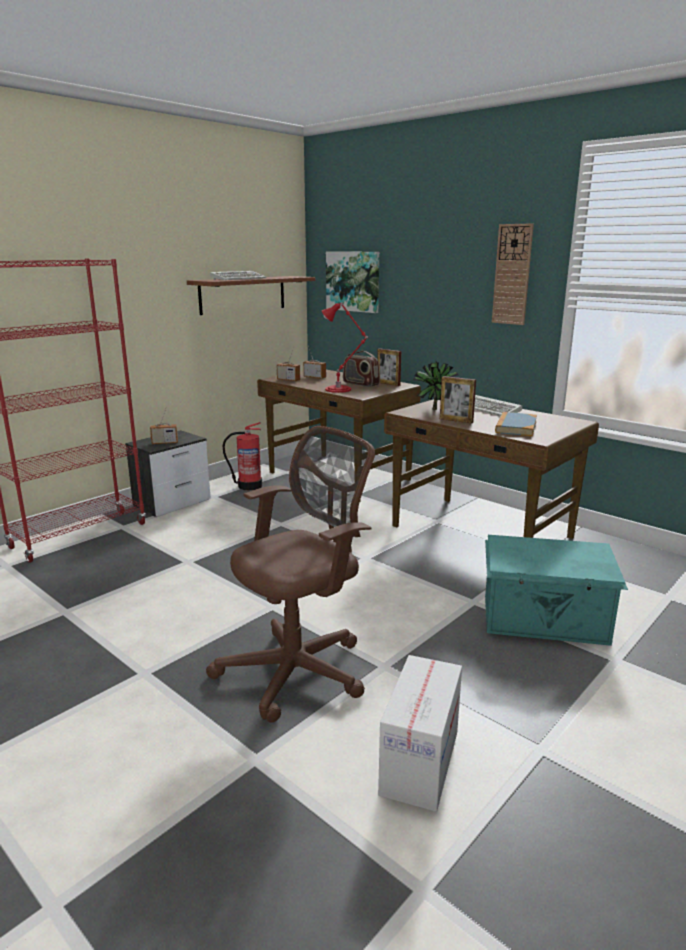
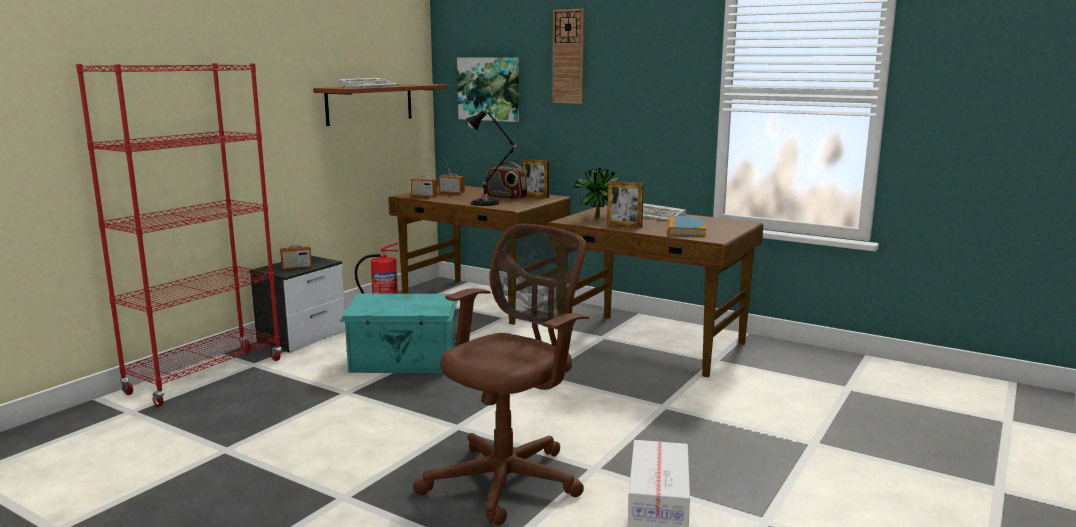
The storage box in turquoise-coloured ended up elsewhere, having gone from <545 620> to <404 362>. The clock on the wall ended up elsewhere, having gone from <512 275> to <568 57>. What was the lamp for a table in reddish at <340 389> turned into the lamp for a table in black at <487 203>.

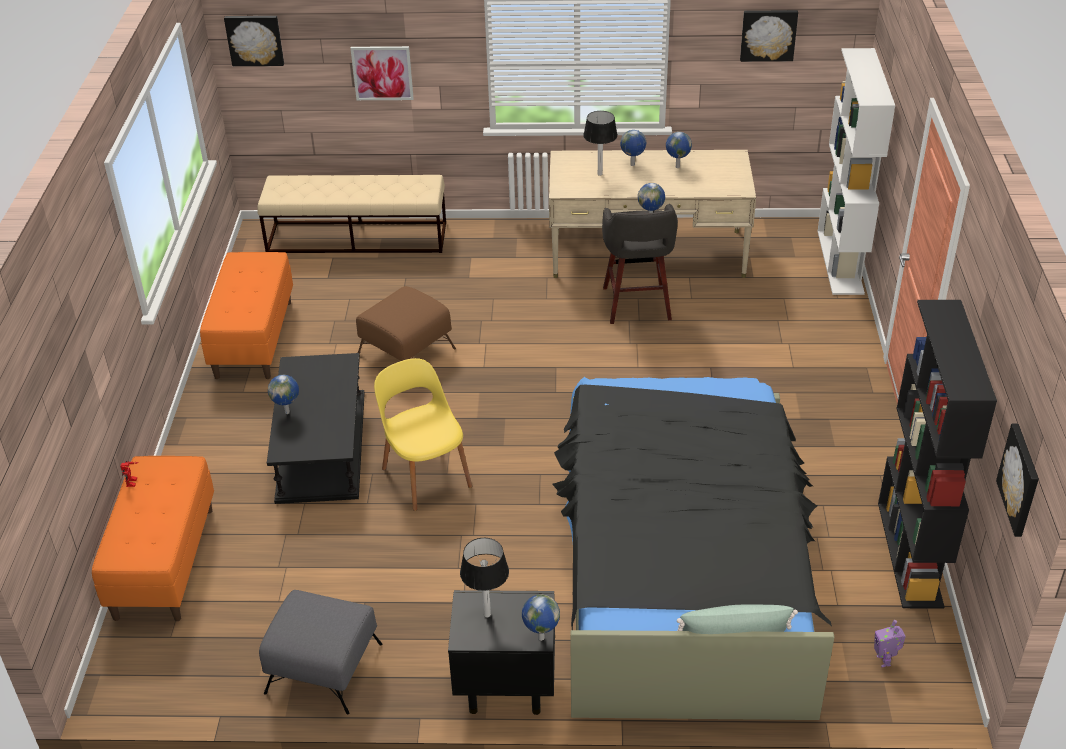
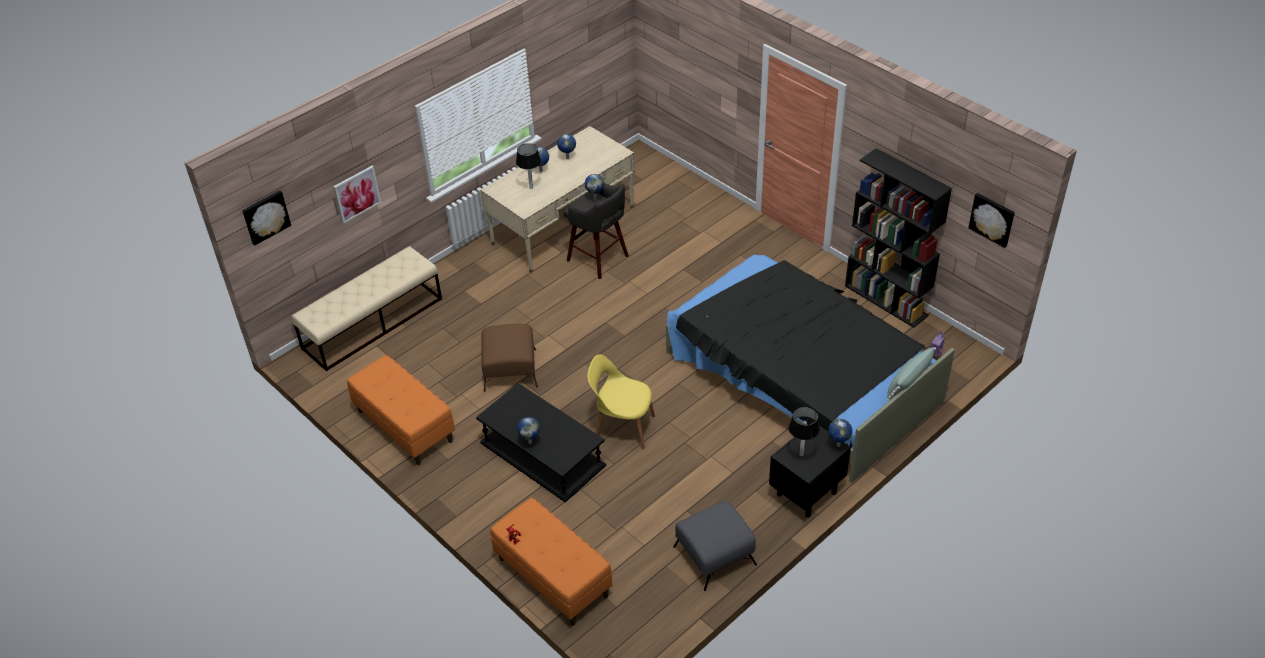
The second view lost the picture at <768 34>. The second view lost the bookcase in whitish at <841 262>.

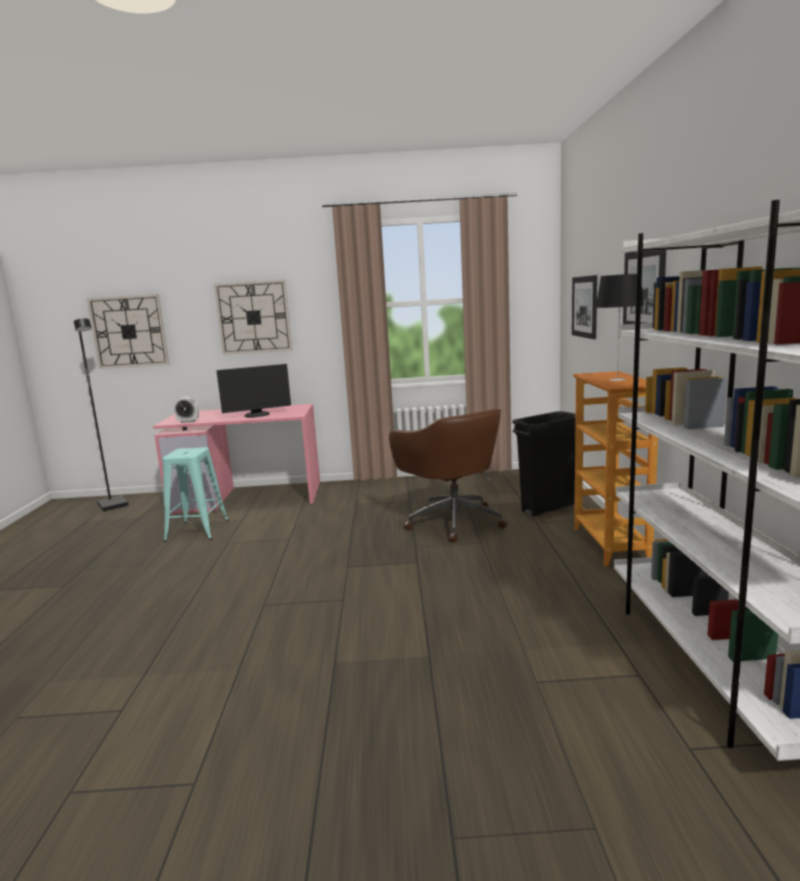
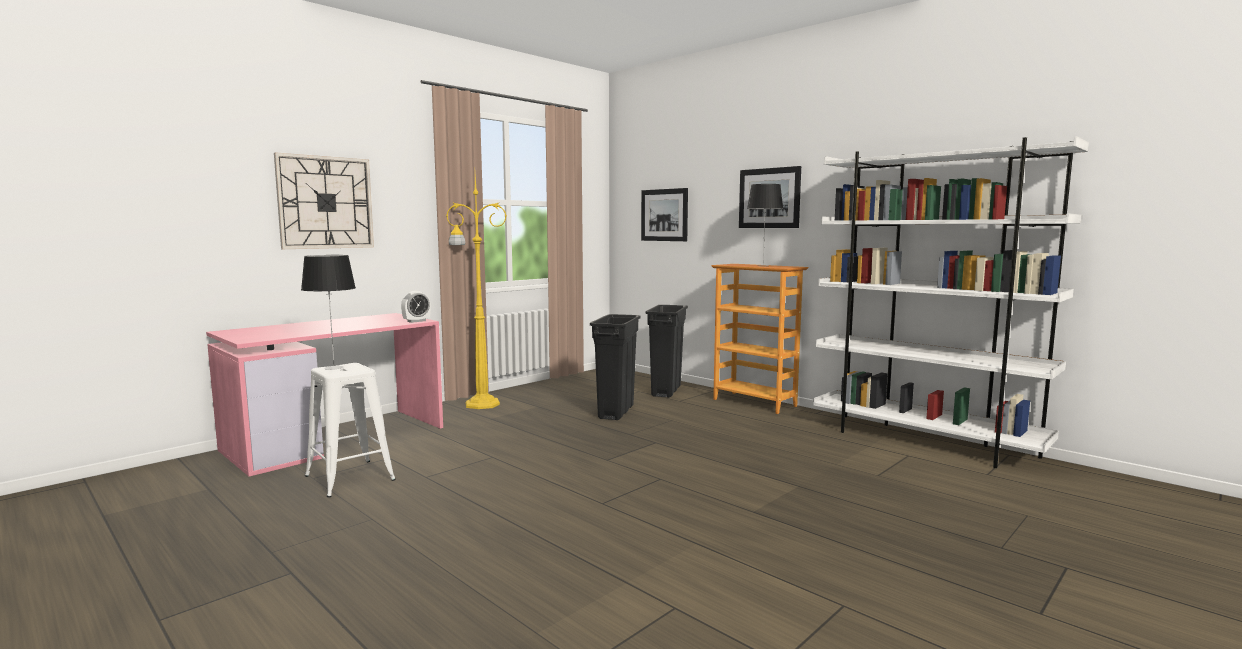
The second view lost the standard lamp in black at <113 505>. The second view lost the clock on the wall at <129 331>. The second view lost the computer screen at <257 415>. The second view gained the lamp for a table at <334 368>. The second view gained the standard lamp in yellow-coloured at <480 404>. The bedside clock ended up elsewhere, having gone from <188 421> to <416 321>. Where the desk chair in brownish stood at <453 521>, the rubbish bin in black came to stand at <616 412>. What was the stool in turquoise-coloured at <197 530> turned into the stool in whitish at <349 478>.

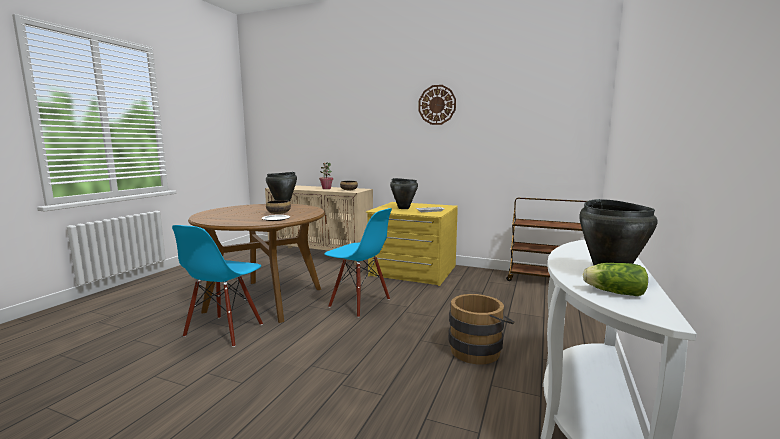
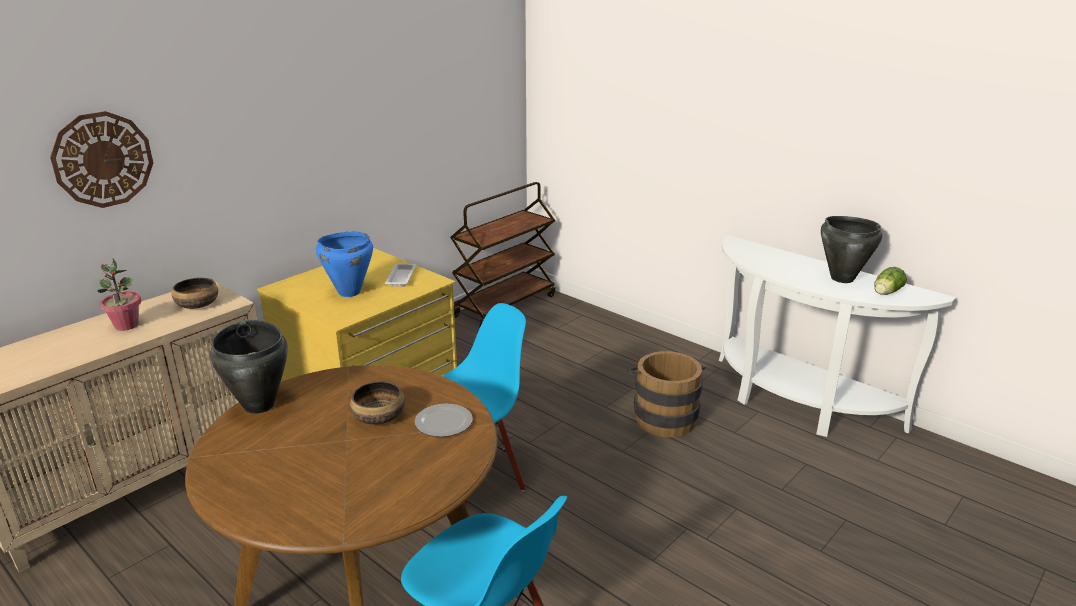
The clock on the wall ended up elsewhere, having gone from <437 105> to <103 159>. What was the cooking pot in black at <403 208> turned into the cooking pot in blue at <348 292>.

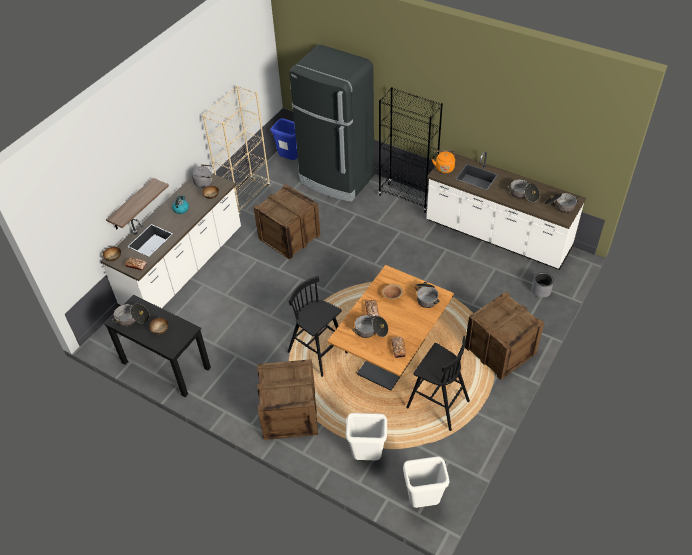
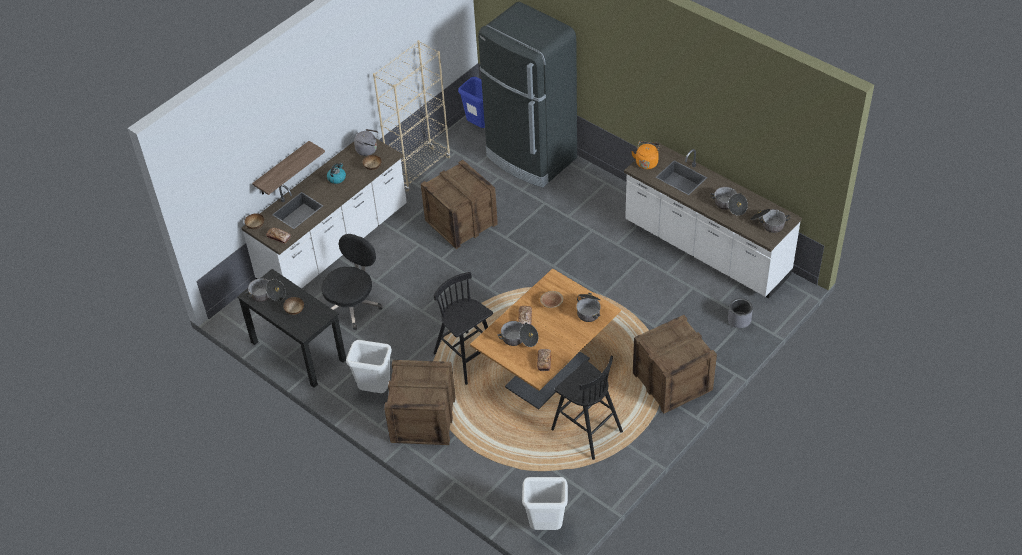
The second view lost the bookcase in black at <407 198>. The second view gained the desk chair in black at <353 305>. The rubbish bin in whitish ended up elsewhere, having gone from <366 456> to <374 390>.

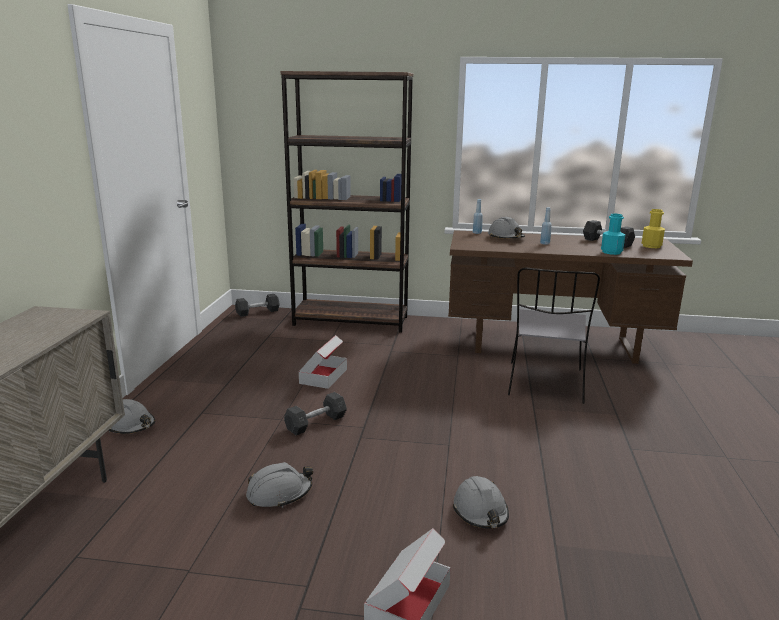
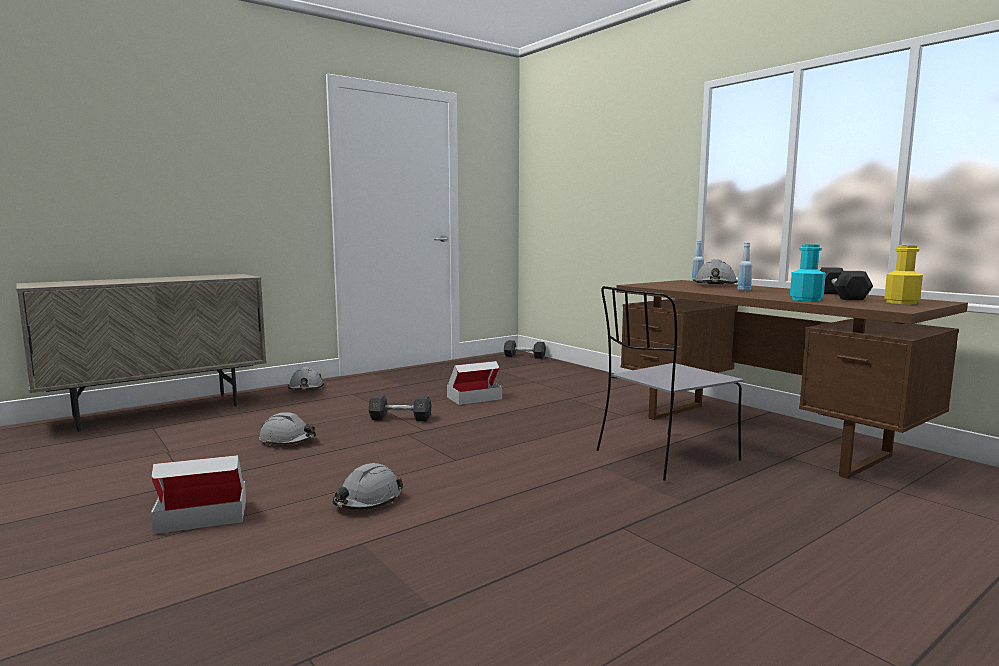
The second view lost the bookcase in brownish at <351 321>.

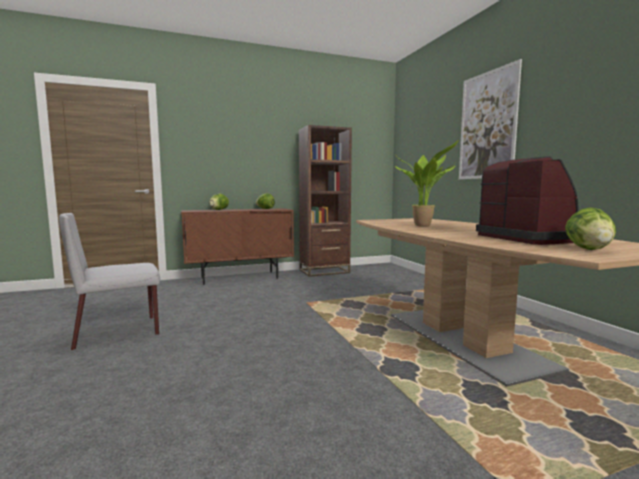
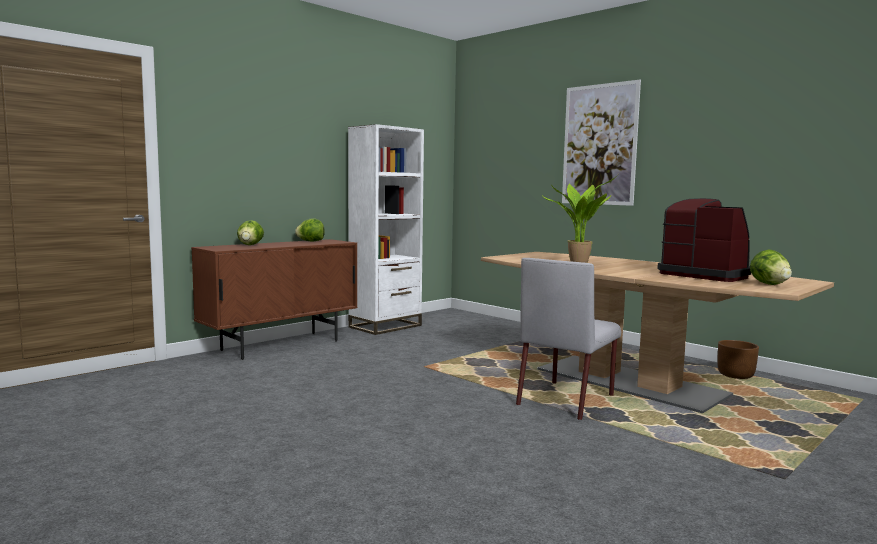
The second view gained the flower pot in brownish at <736 375>. The upright chair in gray ended up elsewhere, having gone from <118 332> to <566 399>. What was the bookcase in brownish at <324 271> turned into the bookcase in whitish at <385 326>.

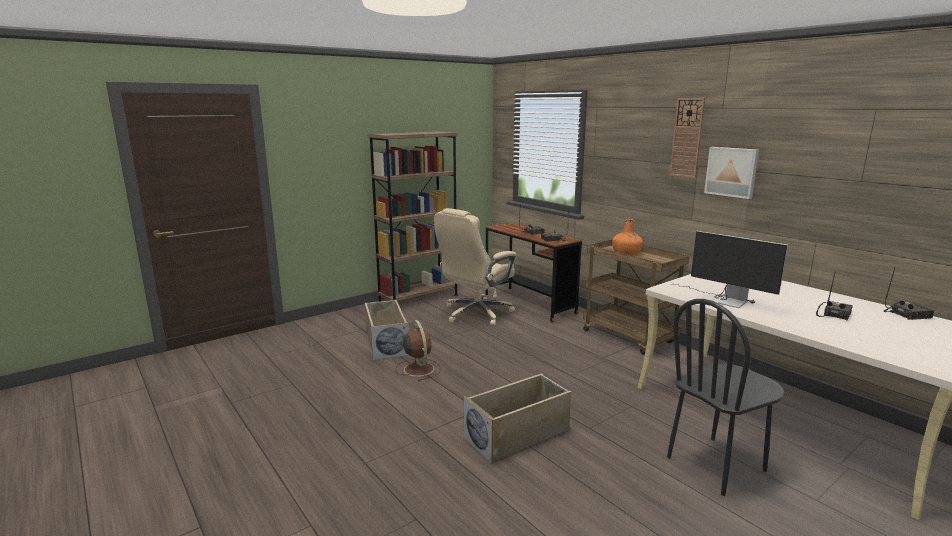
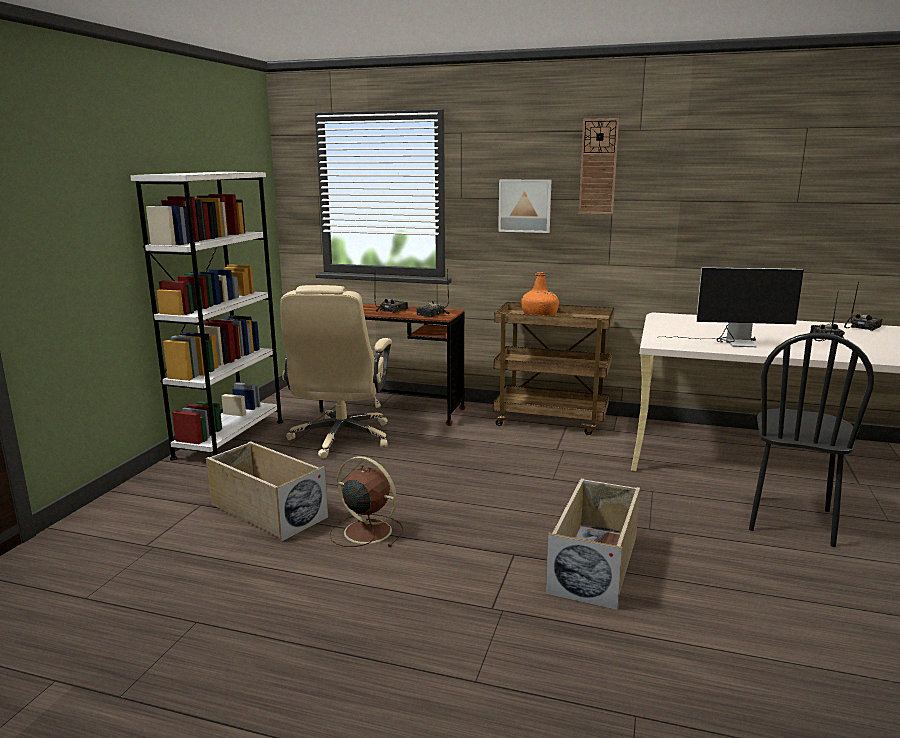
The picture ended up elsewhere, having gone from <732 172> to <525 205>. What was the bookcase in brownish at <418 299> turned into the bookcase in whitish at <230 439>.

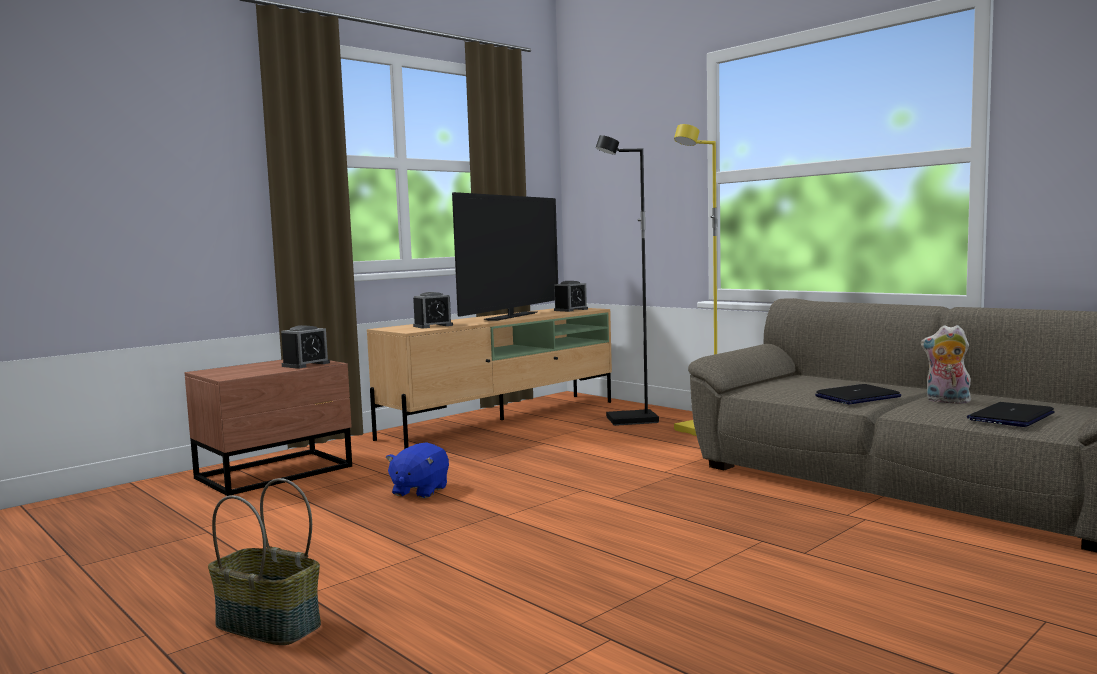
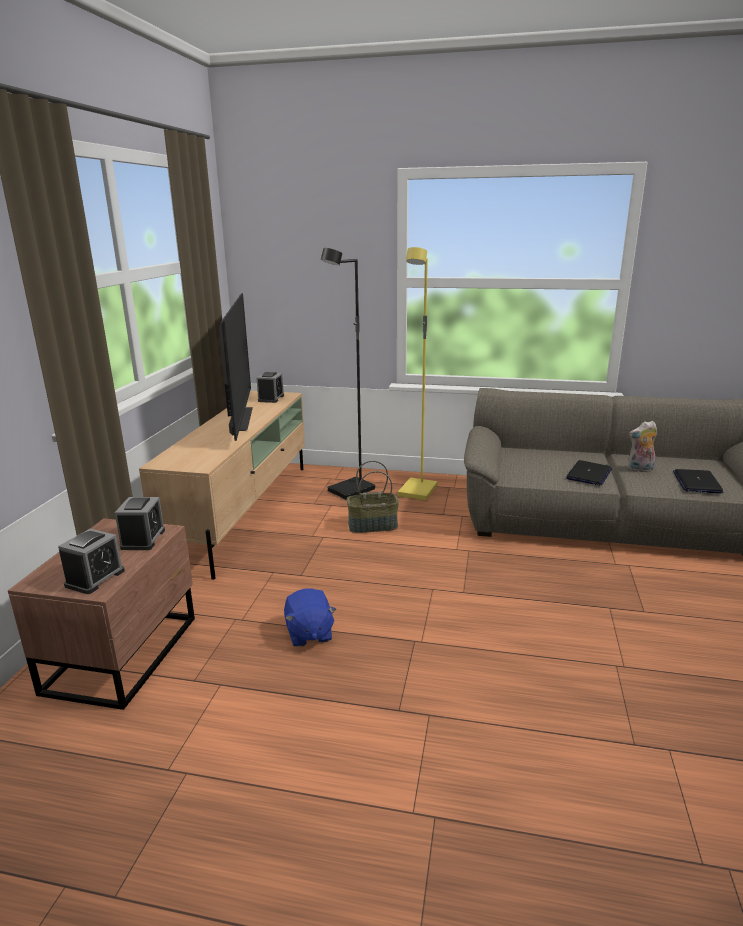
The basket ended up elsewhere, having gone from <266 626> to <372 526>. The bedside clock ended up elsewhere, having gone from <433 326> to <95 578>.

